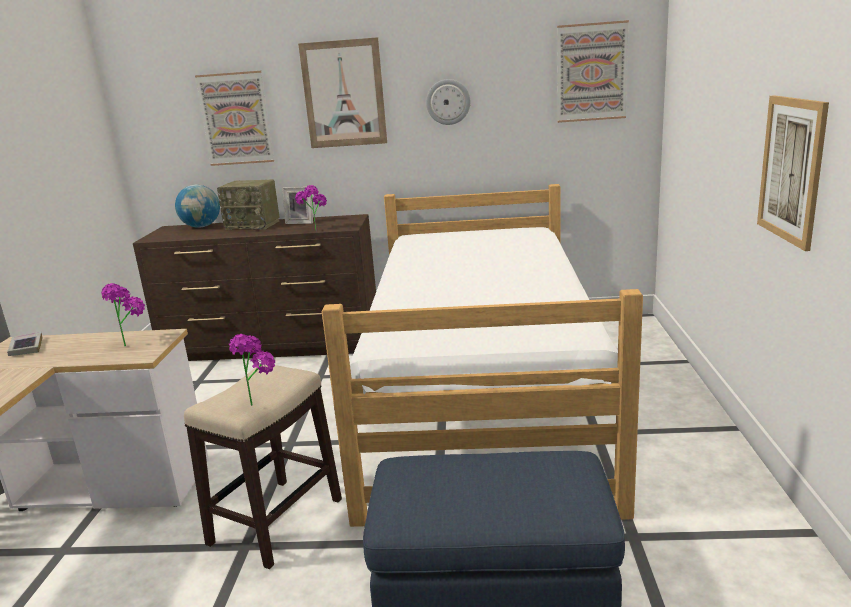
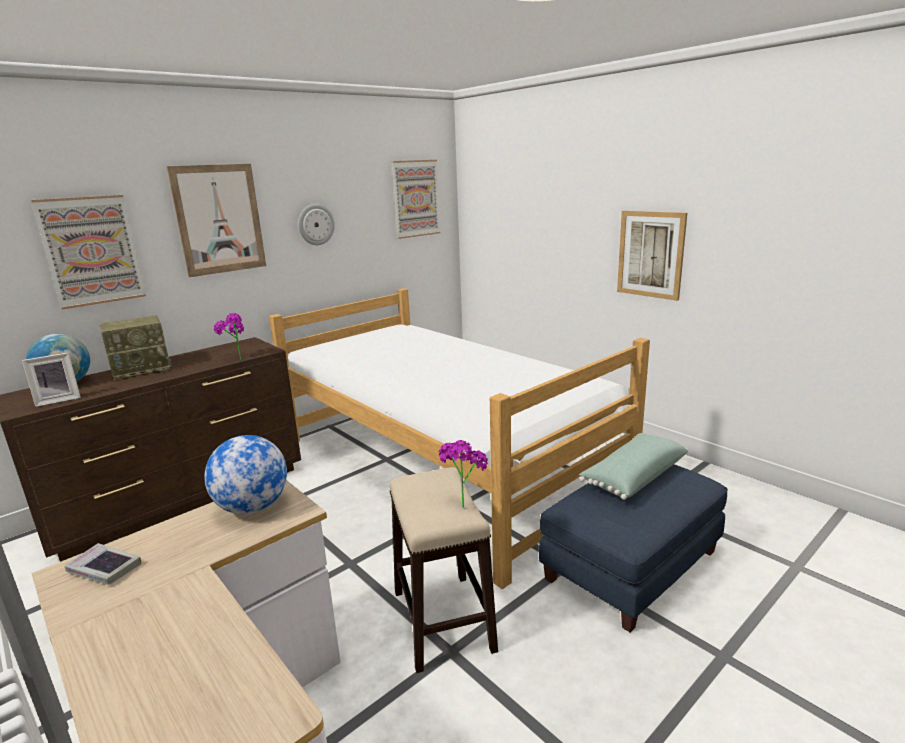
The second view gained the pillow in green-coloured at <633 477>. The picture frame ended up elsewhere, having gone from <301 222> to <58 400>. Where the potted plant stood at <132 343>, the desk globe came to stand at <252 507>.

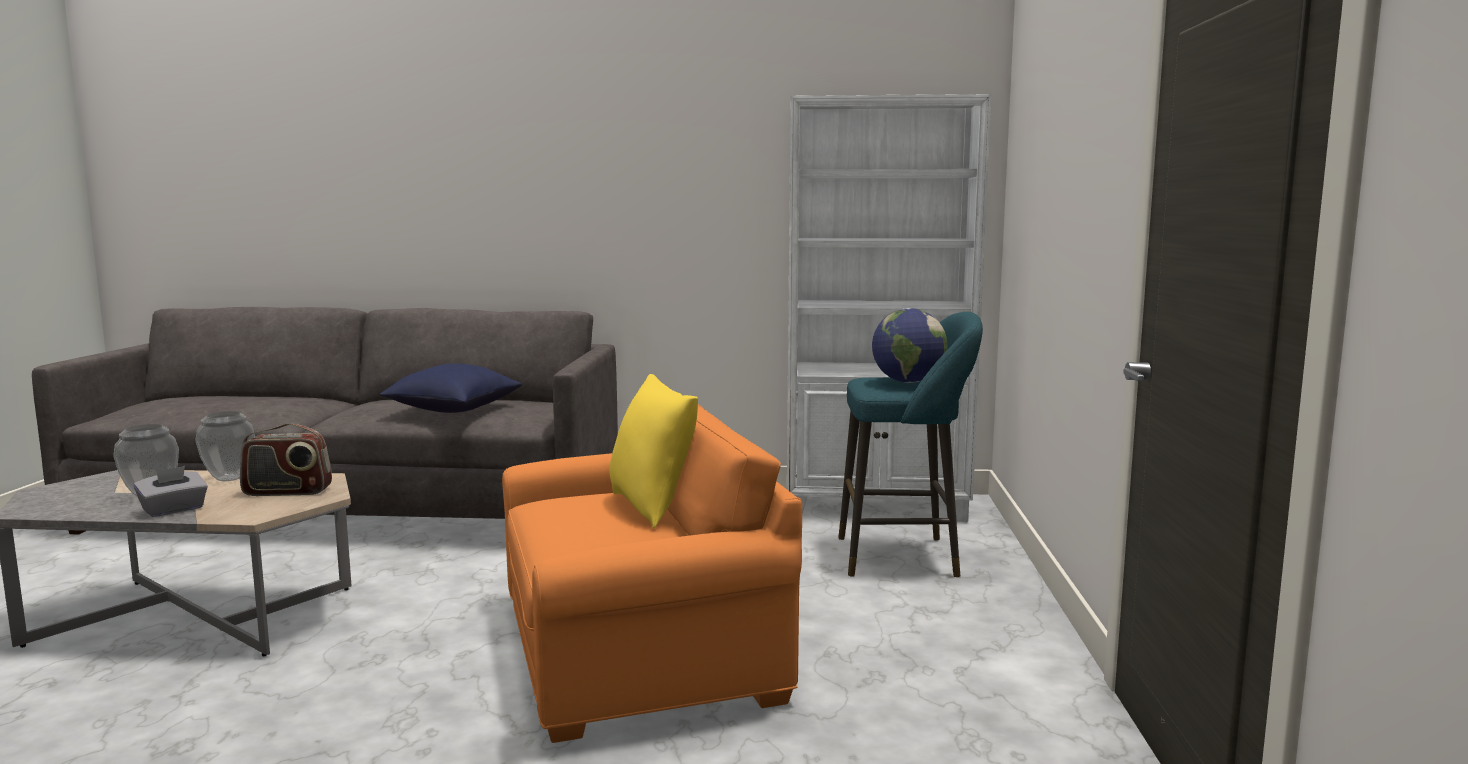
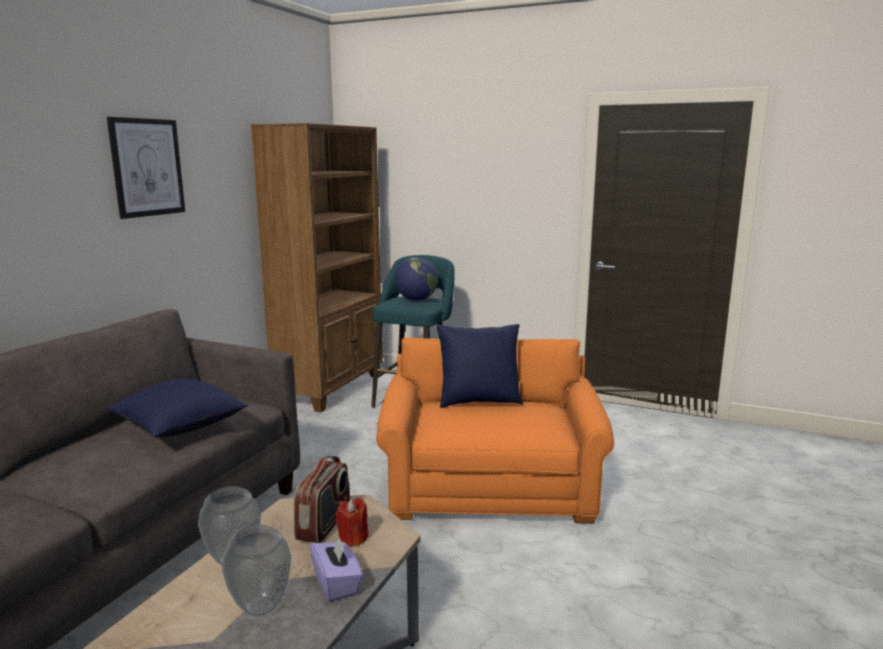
The second view gained the picture at <147 167>. The second view gained the wax light in reddish at <353 538>. What was the box of tissues in gray at <174 510> turned into the box of tissues in purple at <337 584>. What was the pillow in yellow-coloured at <652 507> turned into the pillow in blue at <479 402>. What was the bookcase in whitish at <876 507> turned into the bookcase in brownish at <331 388>.

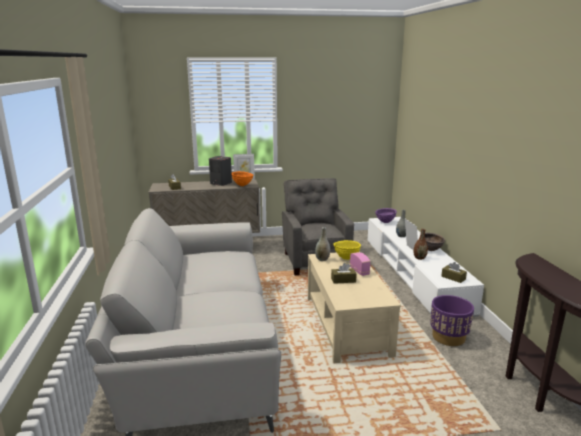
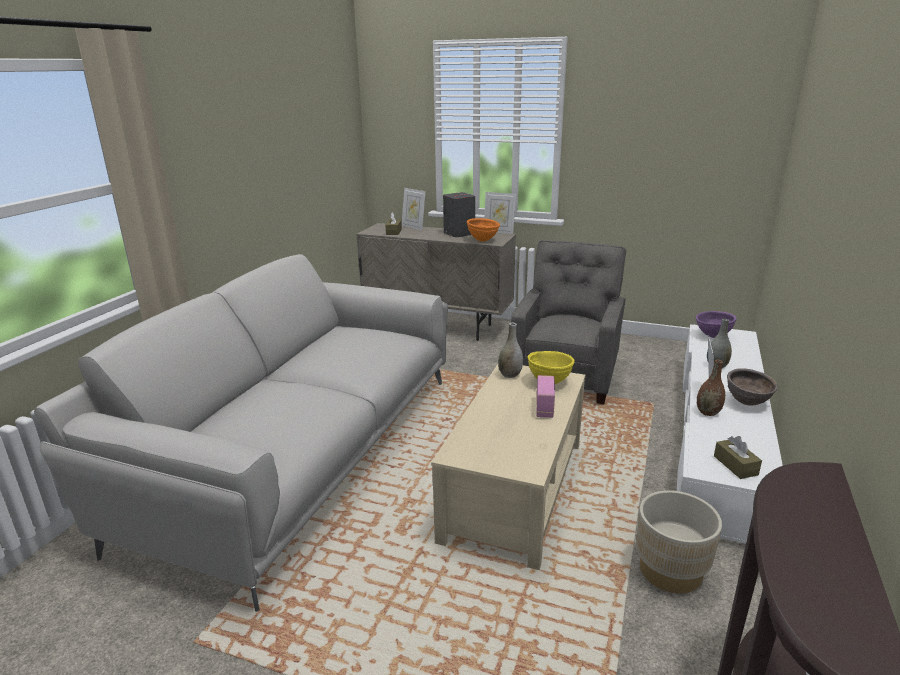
The second view lost the box of tissues in brownish at <343 280>. The second view gained the picture frame at <413 227>. What was the flower pot in purple at <448 337> turned into the flower pot in sand-coloured at <670 571>.

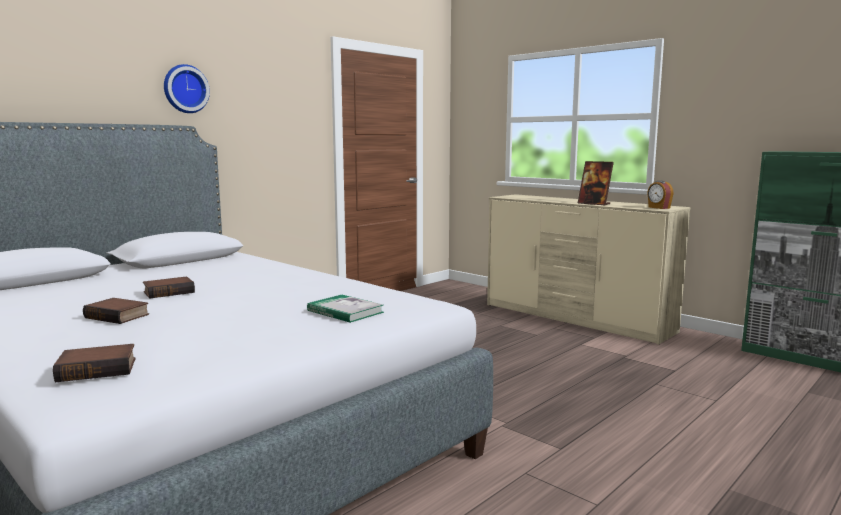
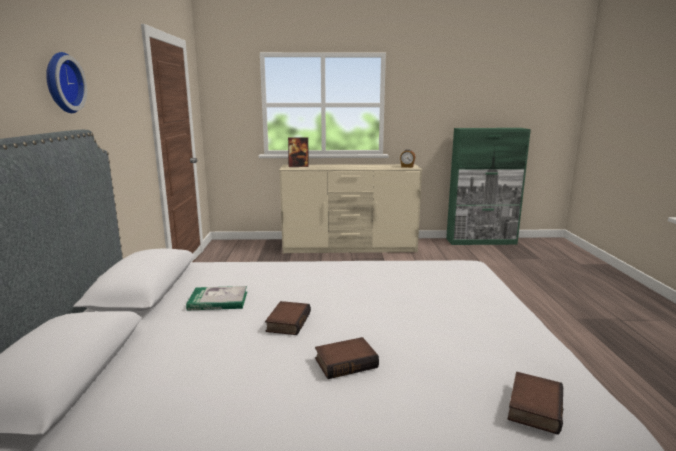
The volume ended up elsewhere, having gone from <345 311> to <218 301>. The picture frame ended up elsewhere, having gone from <594 204> to <298 166>.

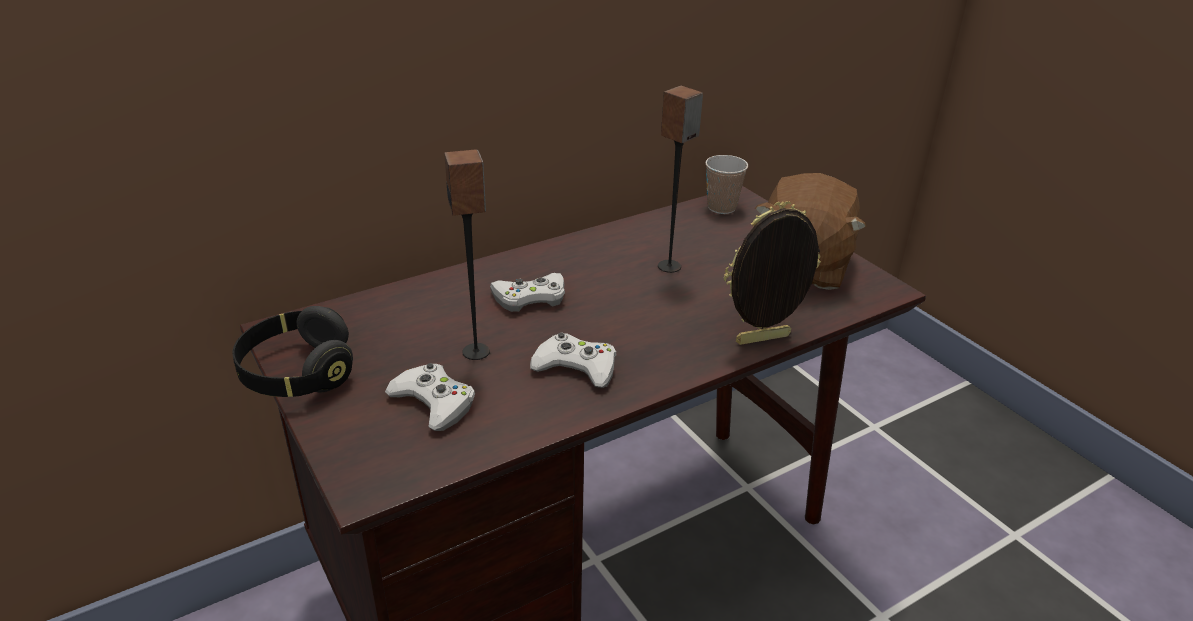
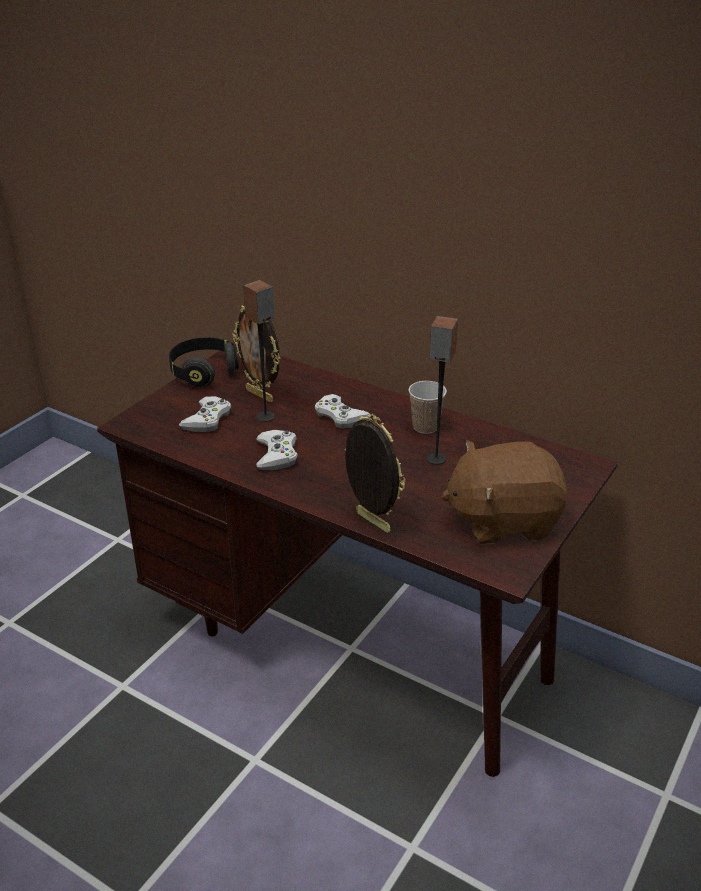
The second view gained the picture frame at <260 395>. The small cup ended up elsewhere, having gone from <721 207> to <425 427>.

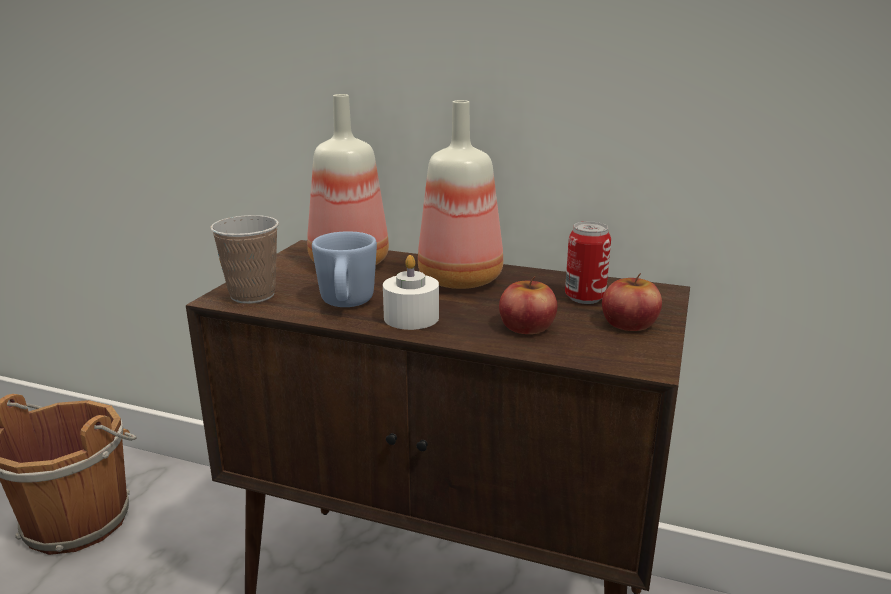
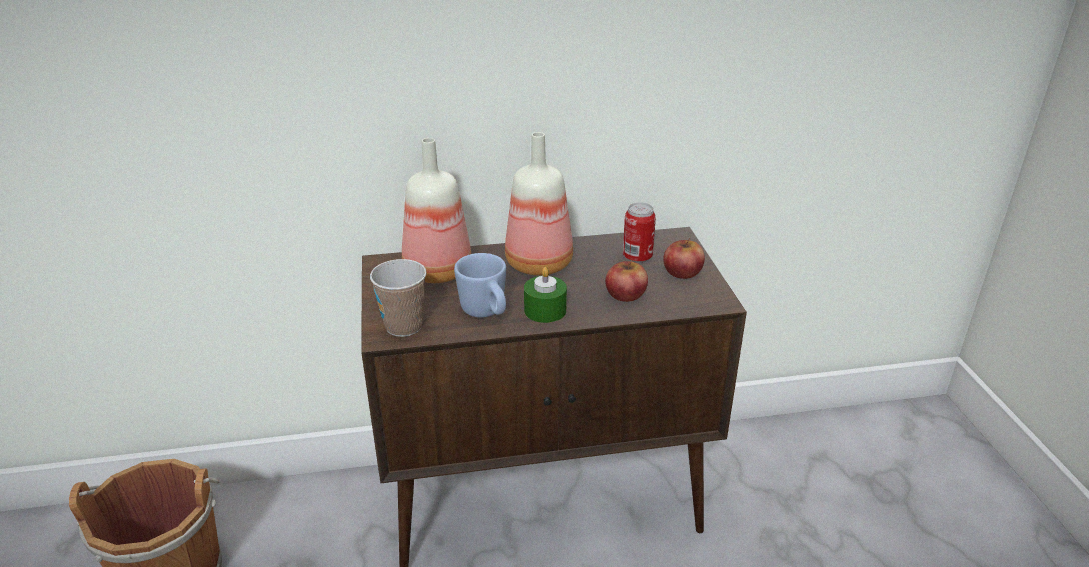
What was the wax light in whitish at <411 317> turned into the wax light in green-coloured at <545 310>.

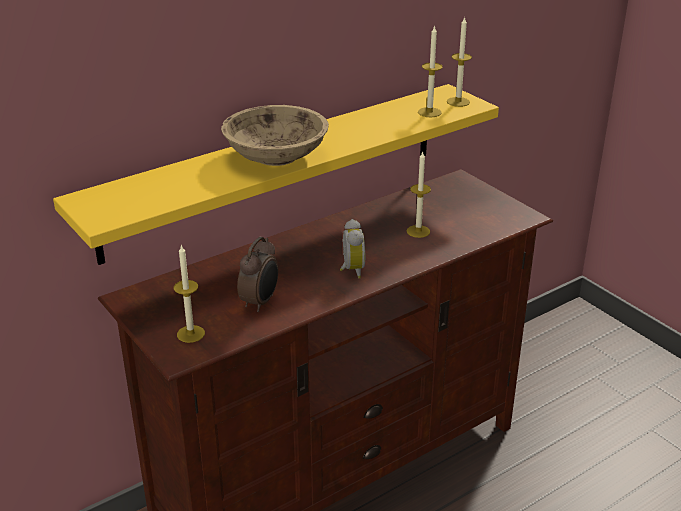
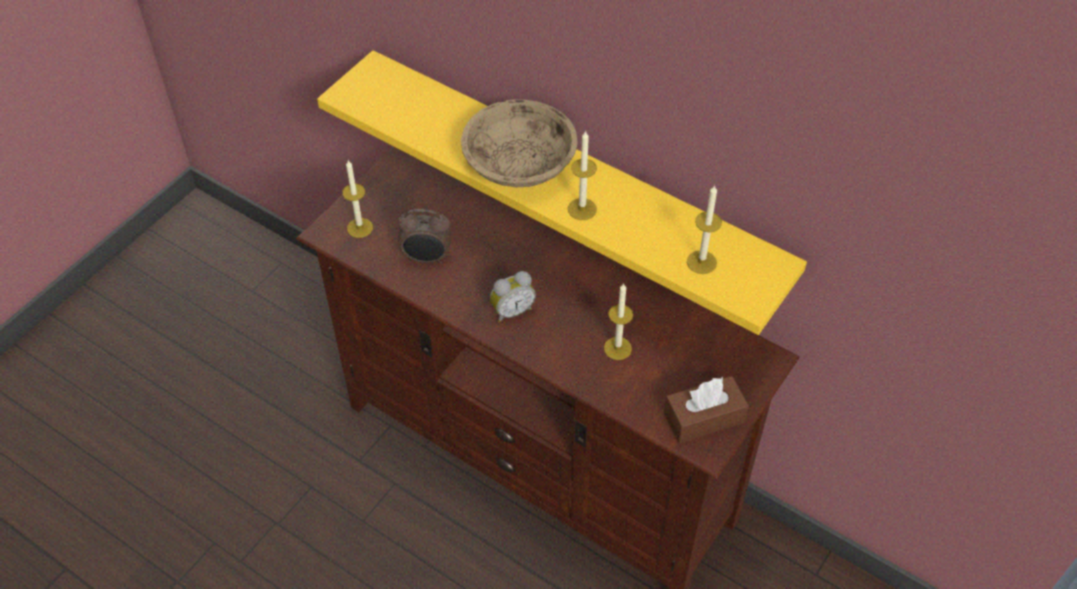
The second view gained the box of tissues in brownish at <704 418>. The wax light ended up elsewhere, having gone from <458 102> to <582 209>.

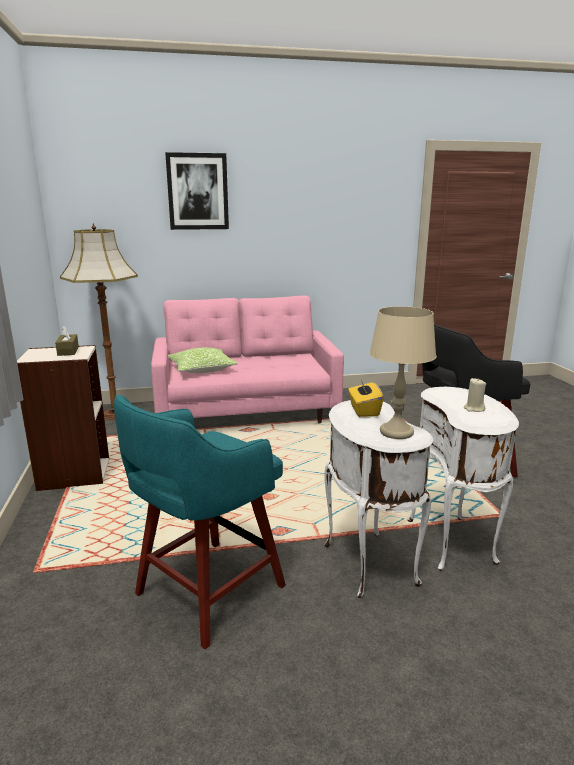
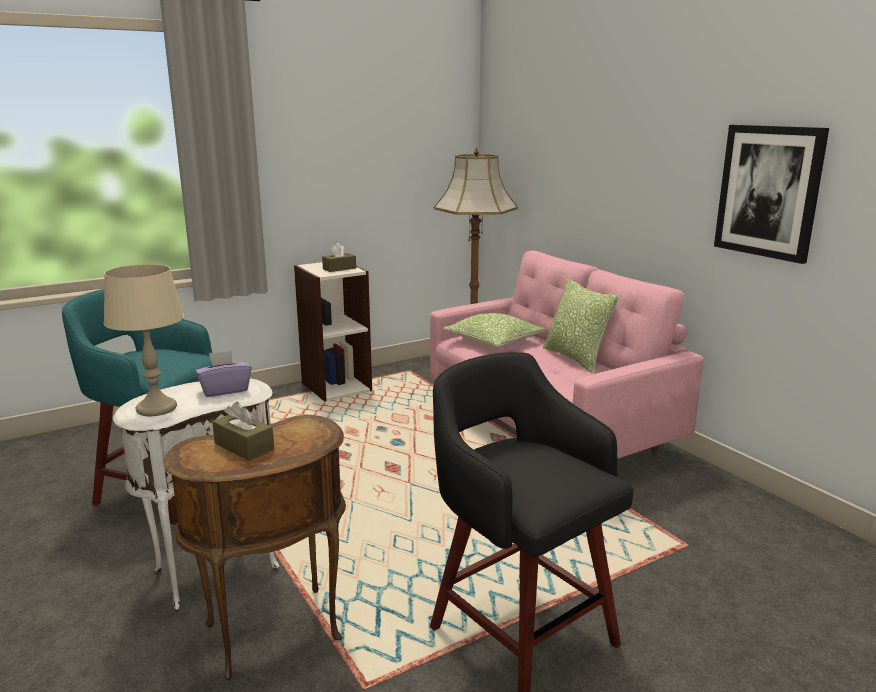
The second view gained the pillow at <576 358>. The picture ended up elsewhere, having gone from <197 192> to <769 191>. Where the wax light in sand-coloured stood at <474 409>, the box of tissues in brownish came to stand at <244 446>. What was the box of tissues in yellow-coloured at <364 410> turned into the box of tissues in purple at <225 390>. What was the side table in whitish at <453 542> turned into the side table in brownish at <275 635>.

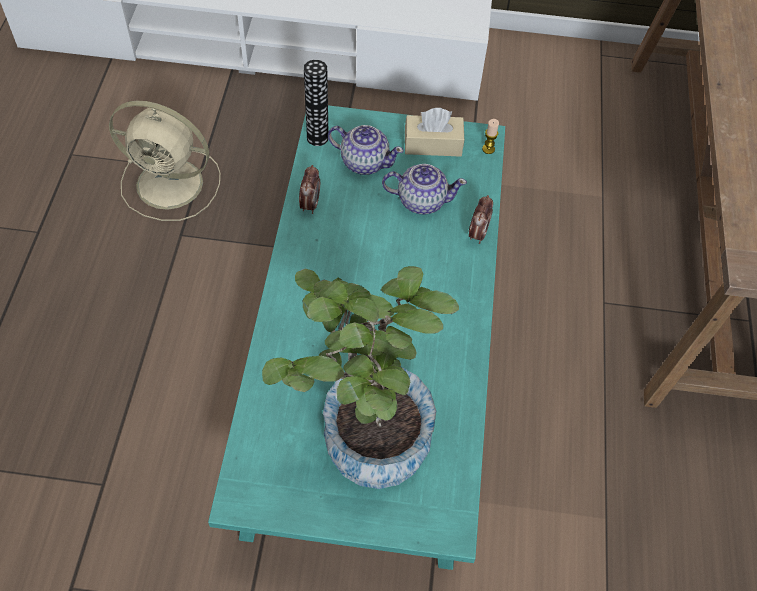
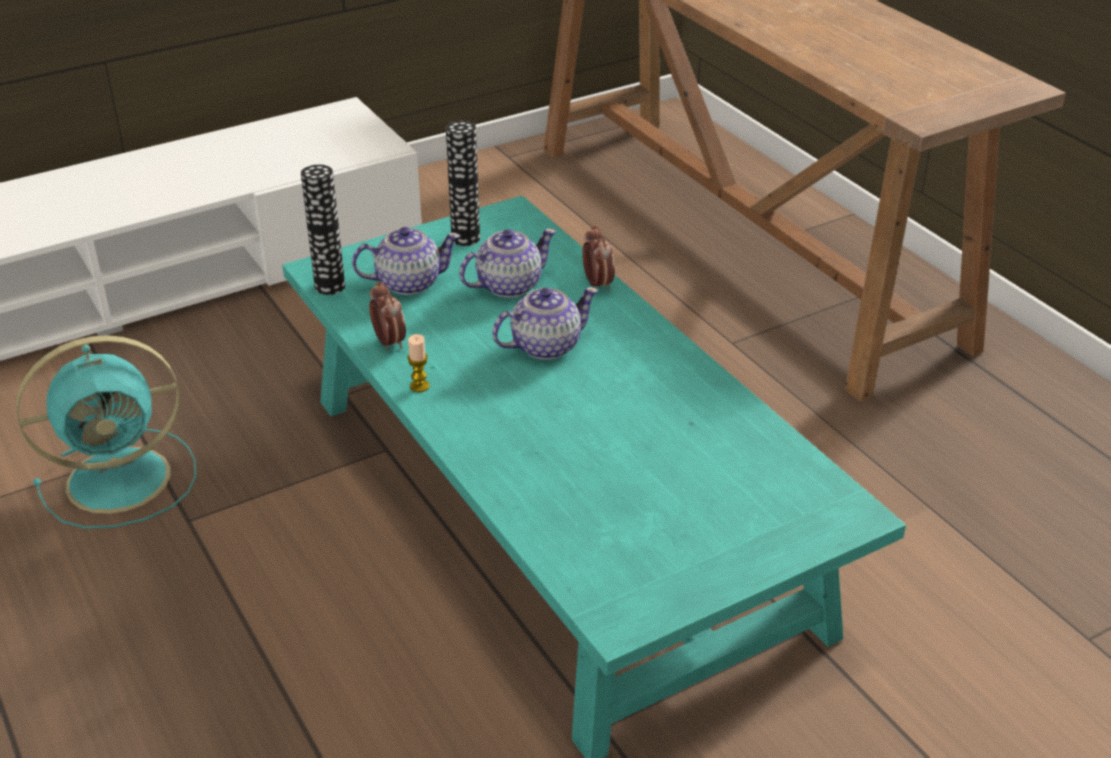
The second view lost the potted plant at <363 433>. The second view gained the pot for tea at <544 346>. The wax light ended up elsewhere, having gone from <488 149> to <419 386>. Where the box of tissues in sand-coloured stood at <433 144>, the flower vase came to stand at <465 238>. What was the electric fan in sand-coloured at <173 184> turned into the electric fan in turquoise-coloured at <123 478>.

